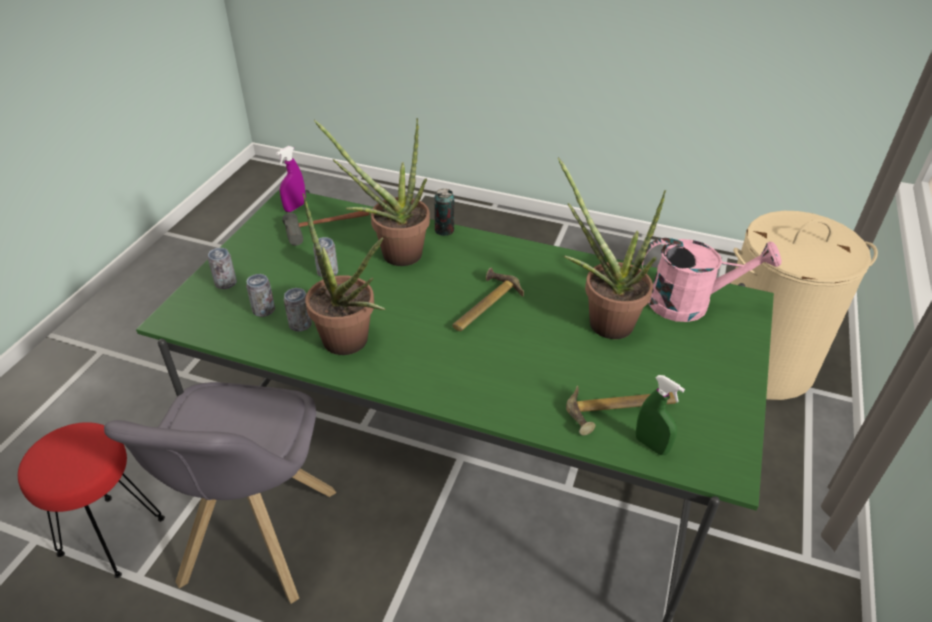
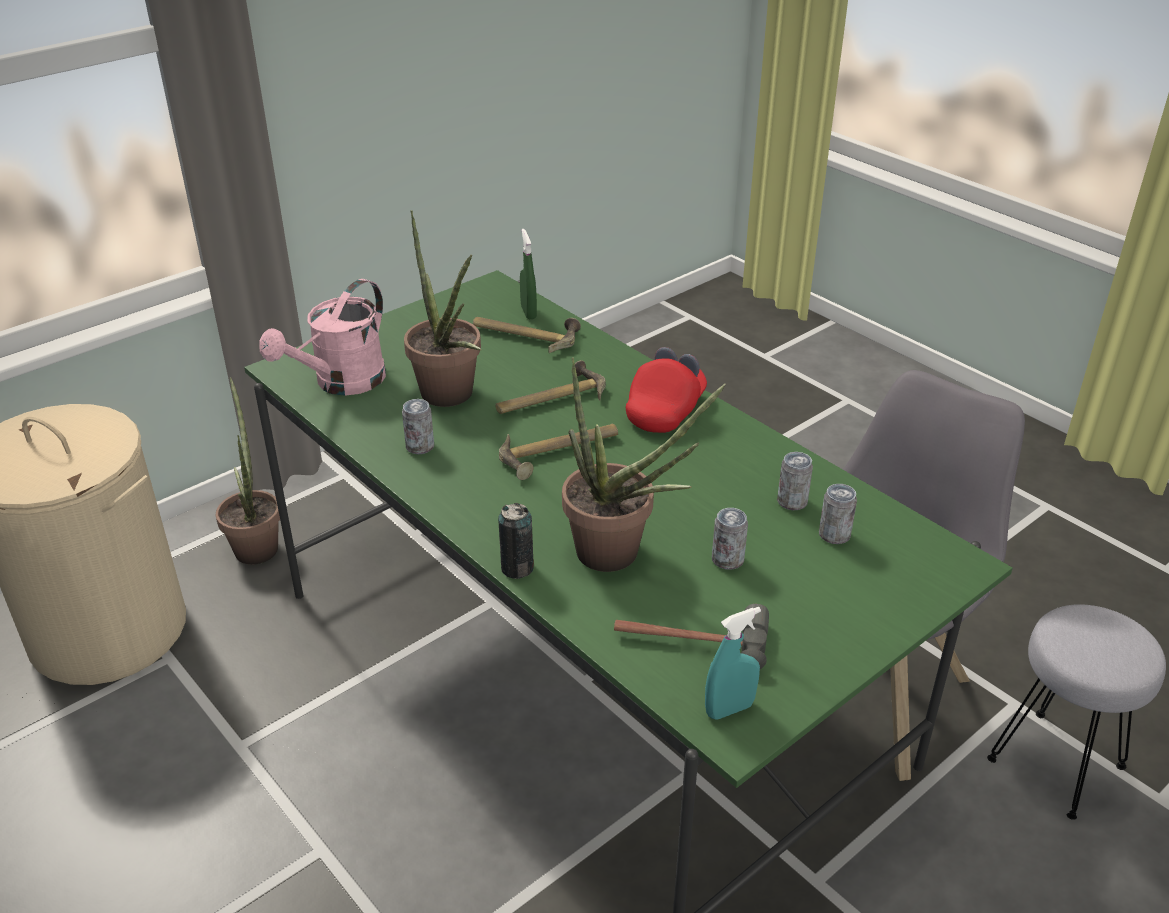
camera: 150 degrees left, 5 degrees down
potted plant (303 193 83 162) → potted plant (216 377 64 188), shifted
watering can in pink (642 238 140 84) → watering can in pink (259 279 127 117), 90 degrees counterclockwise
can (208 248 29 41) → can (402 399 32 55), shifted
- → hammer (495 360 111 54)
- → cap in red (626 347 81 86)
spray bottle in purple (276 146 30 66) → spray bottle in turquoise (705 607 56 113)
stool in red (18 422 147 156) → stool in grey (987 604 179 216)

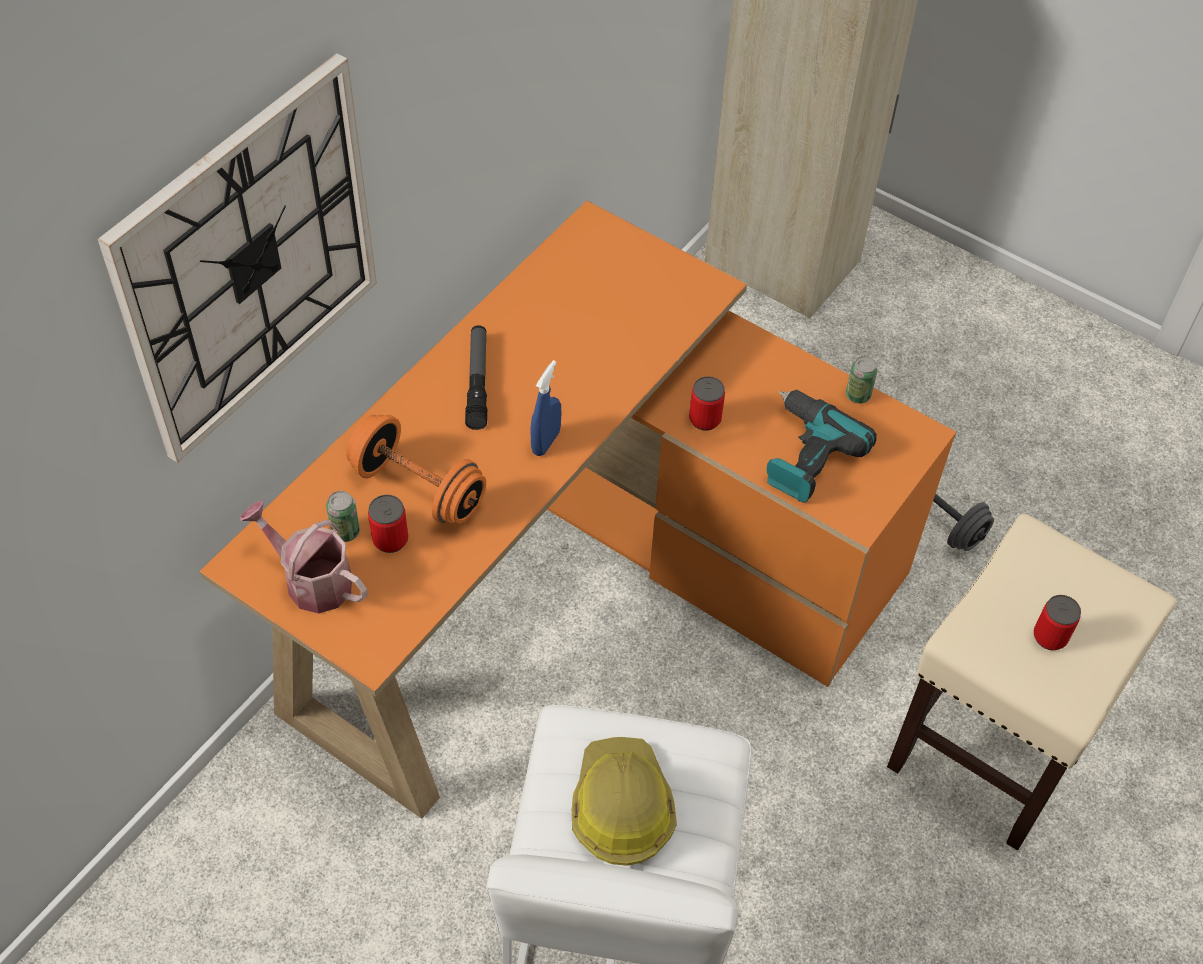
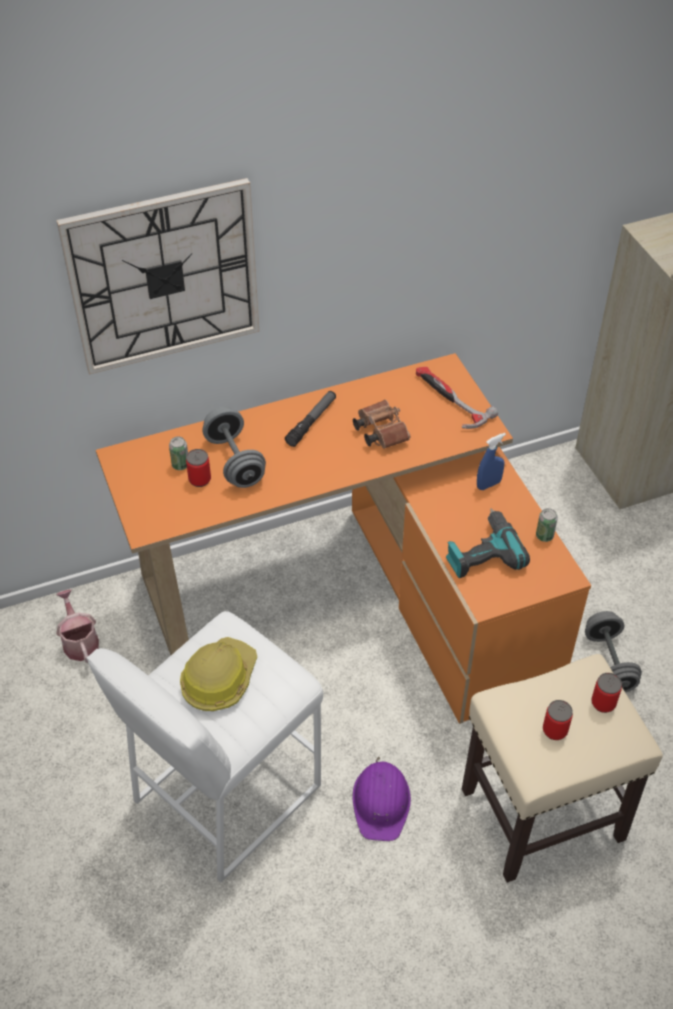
camera: 35 degrees right, 5 degrees down
watering can (240 501 128 113) → watering can (56 589 43 74), shifted
dumbbell in orange (346 415 140 109) → dumbbell in grey (203 407 63 81)
- → binoculars in brown (353 400 57 49)
- → hard hat in purple (353 757 58 84)
- → hammer (416 367 82 62)
spray bottle in blue (530 360 31 96) → spray bottle in blue (477 433 29 57), shifted
can (689 376 36 55) → can (591 673 31 40), shifted

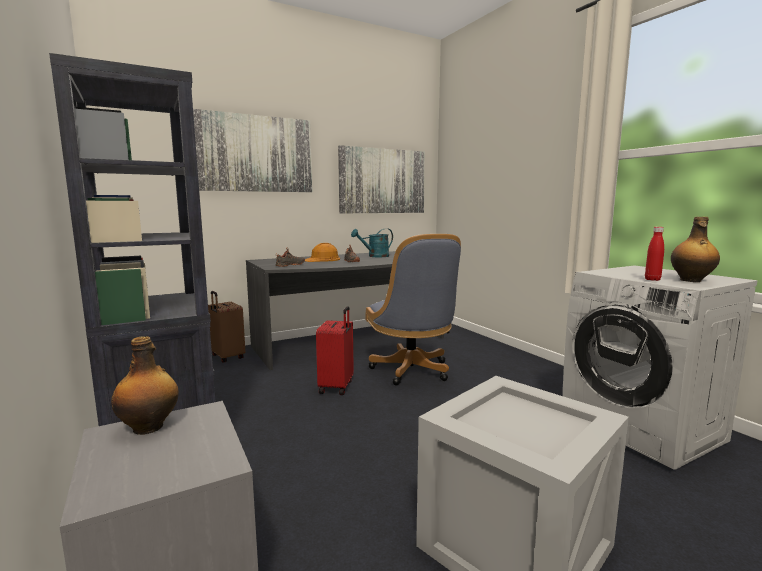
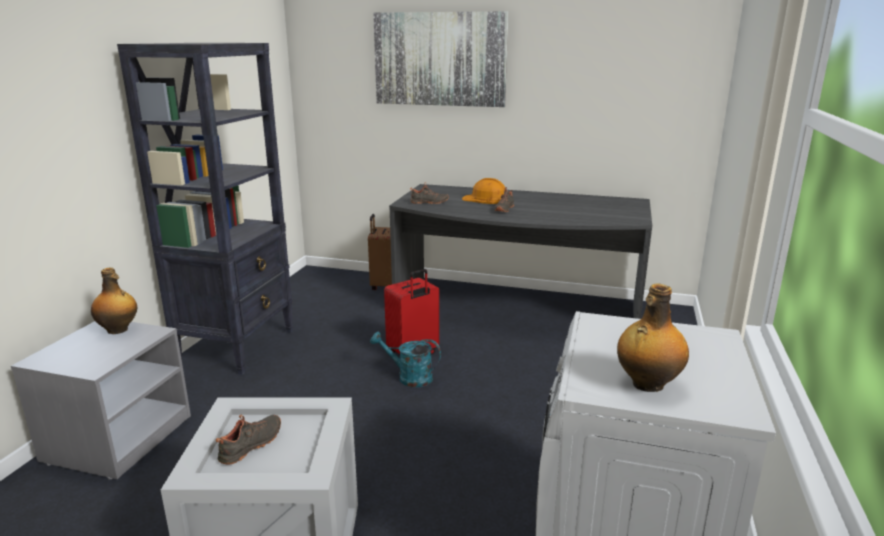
camera: 45 degrees right, 10 degrees up
- → shoe in black (216 415 65 50)
watering can in turquoise (351 228 42 29) → watering can in turquoise (370 332 71 55), shifted
picture (338 145 87 68) → -
office chair in blue (366 234 95 151) → -
bottle in red (645 227 19 54) → -

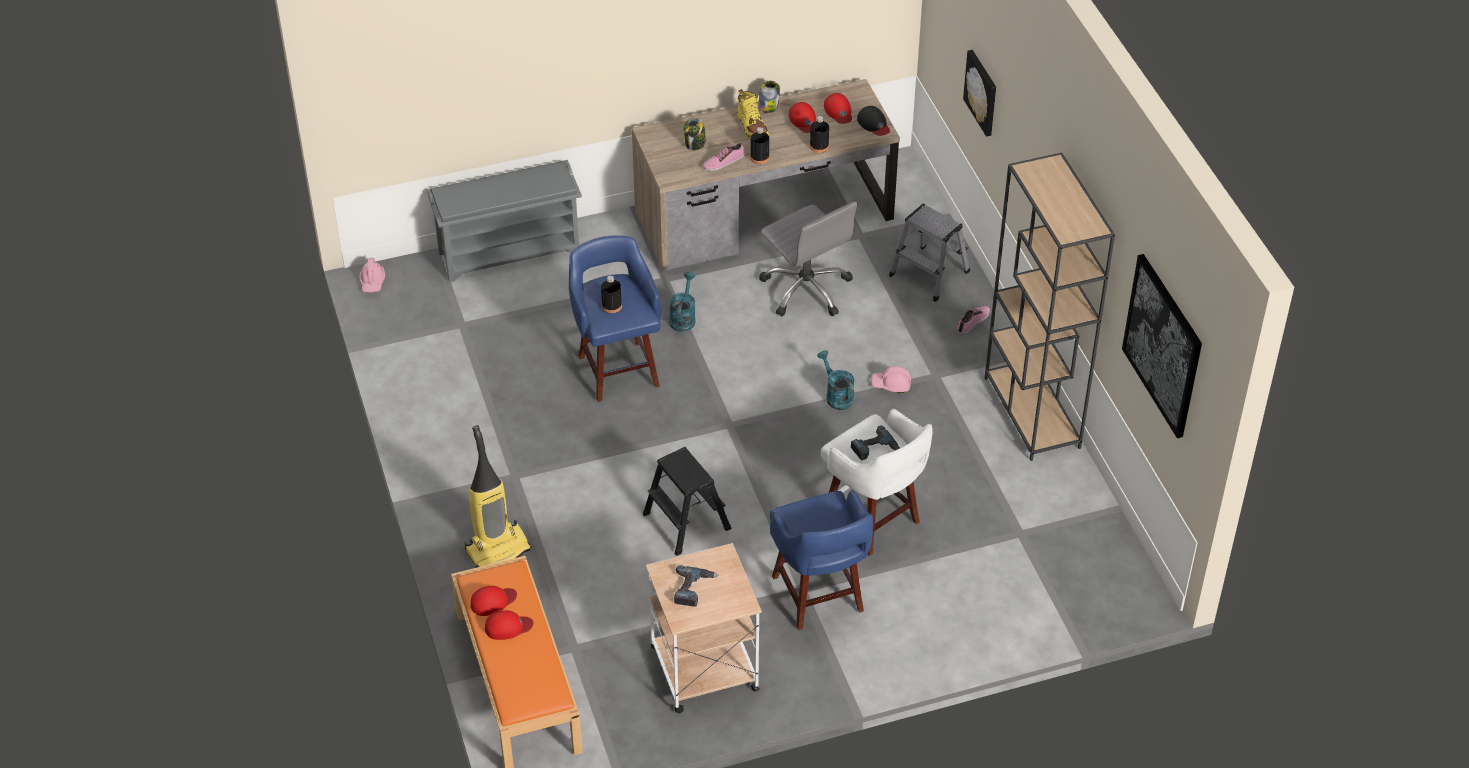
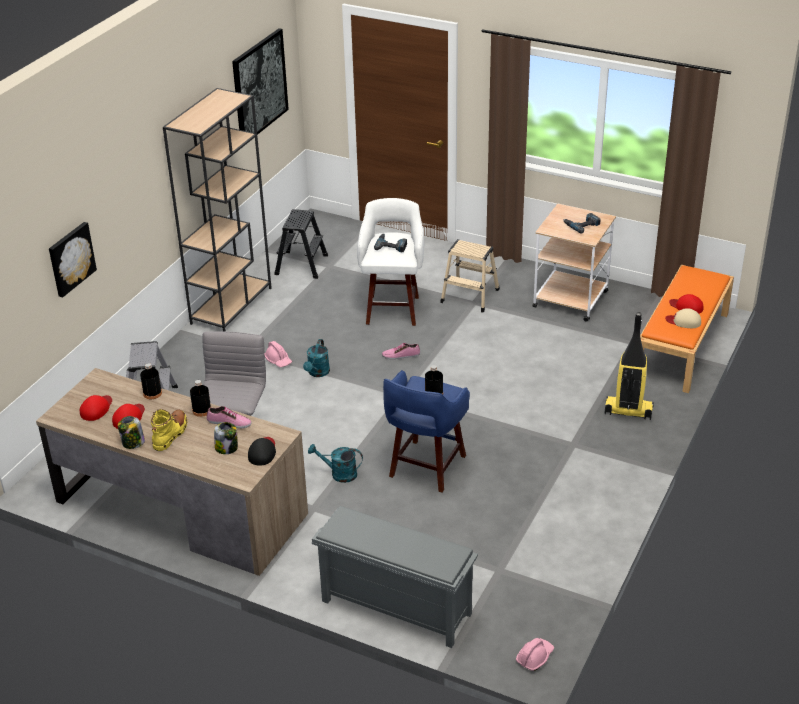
camera: 135 degrees left, 10 degrees down
cap in black (857 106 33 30) → cap in black (248 437 28 29), shifted
step ladder in black (643 447 89 109) → step ladder in black (274 209 54 70), shifted
watering can in turquoise (669 272 27 60) → watering can in turquoise (308 444 55 39), 45 degrees clockwise
shoe (957 306 33 28) → shoe (382 343 38 16), shifted
stool in blue (770 490 103 140) → step ladder in beige (440 239 60 74)
cap in red (470 586 47 30) → cap in beige (665 308 36 20)

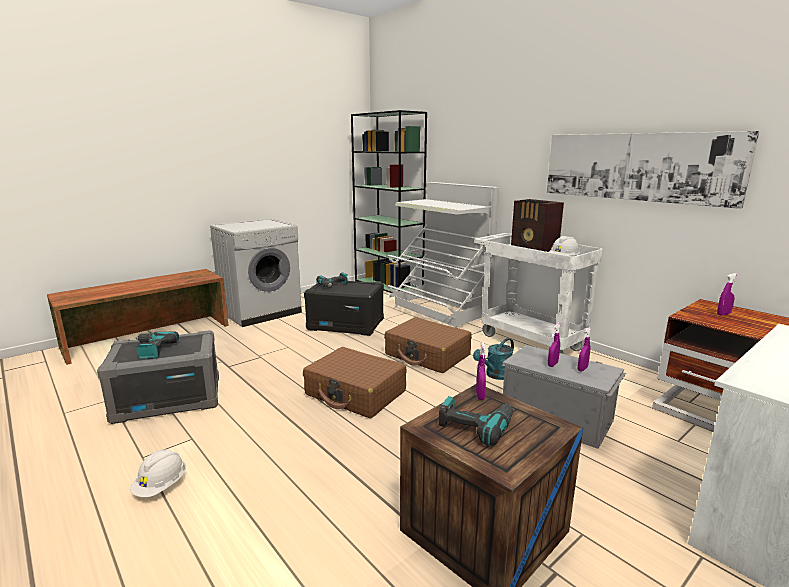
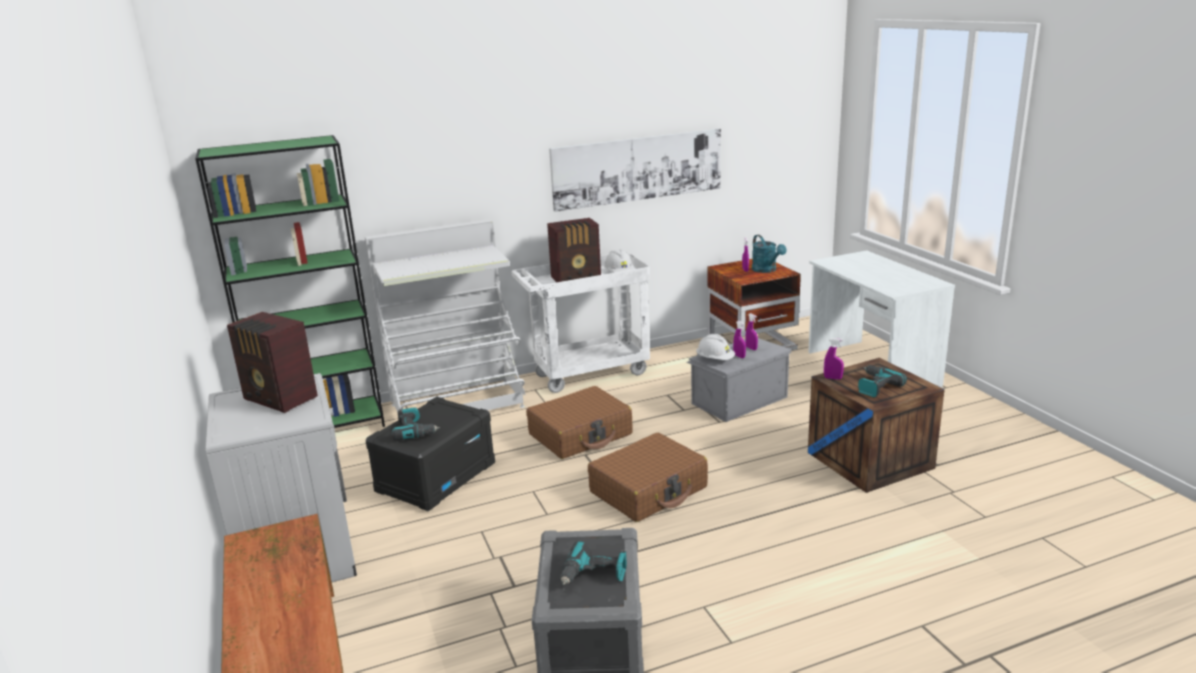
camera: 70 degrees left, 5 degrees up
- → radio (227 312 91 101)
hard hat in white (130 449 56 48) → hard hat in white (696 334 39 26), shifted
watering can in turquoise (473 338 41 42) → watering can in turquoise (752 235 35 38), shifted

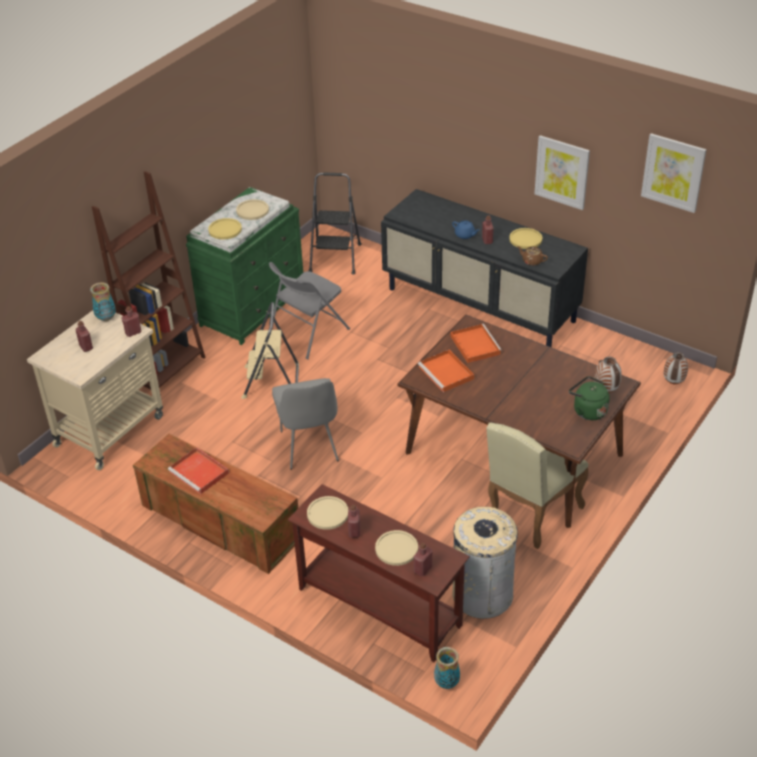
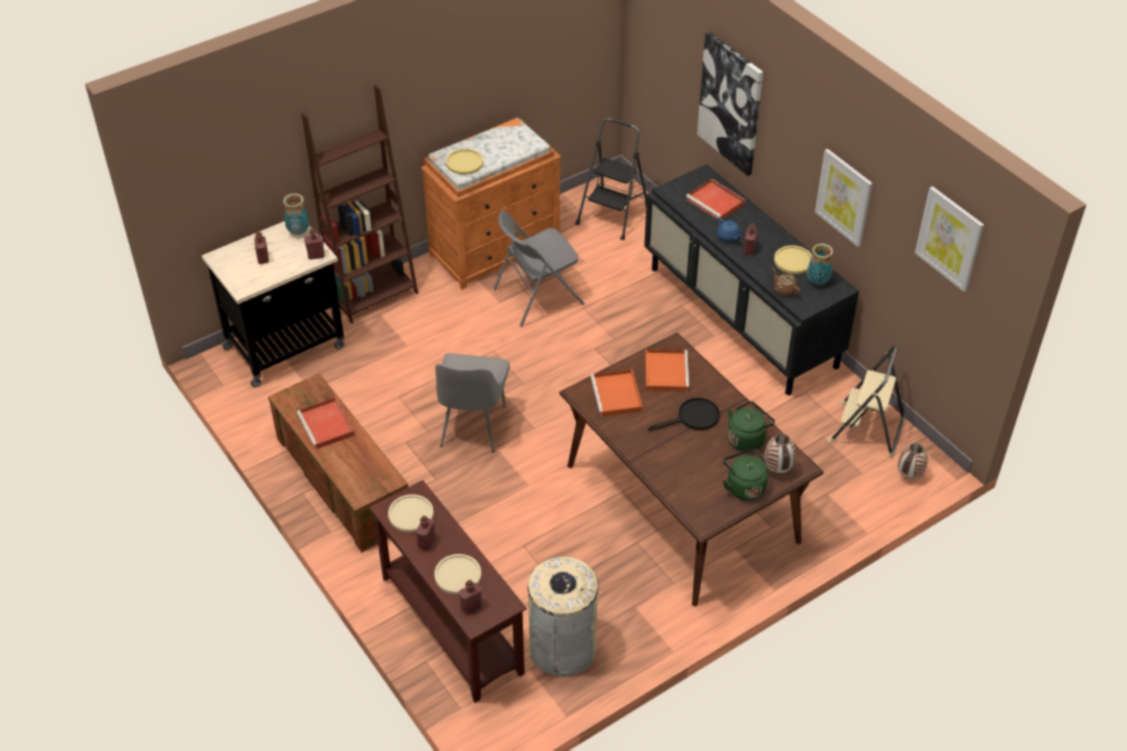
camera: 20 degrees right, 5 degrees up
cart in beige (27 310 136 161) → cart in black (202 221 142 167)
dresser in green (186 187 117 158) → dresser in orange (422 117 138 173)
- → frying pan in black (648 398 72 33)
- → tray in red (686 178 60 41)
- → picture (697 31 66 145)
- → kettle in green (727 401 48 50)
vase (434 647 26 42) → vase (807 244 26 41), shifted
step ladder in beige (241 302 58 97) → step ladder in beige (828 345 77 113), shifted
plate in beige (236 199 33 21) → -
chair in beige (486 422 103 127) → -

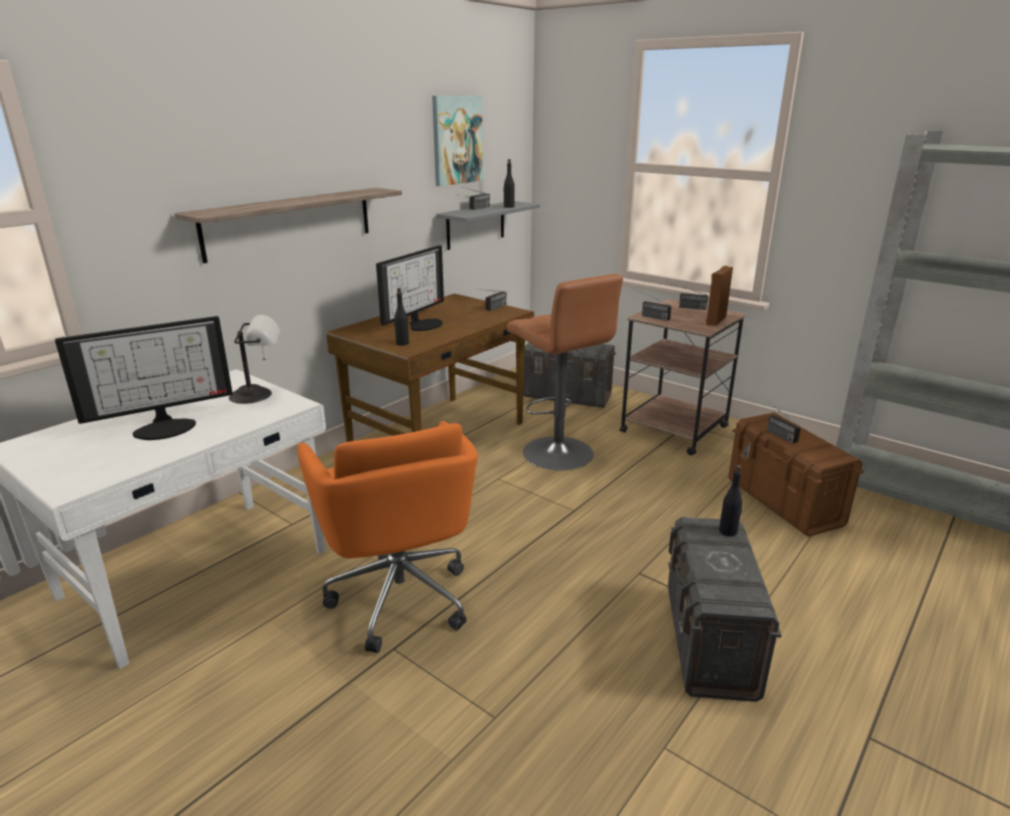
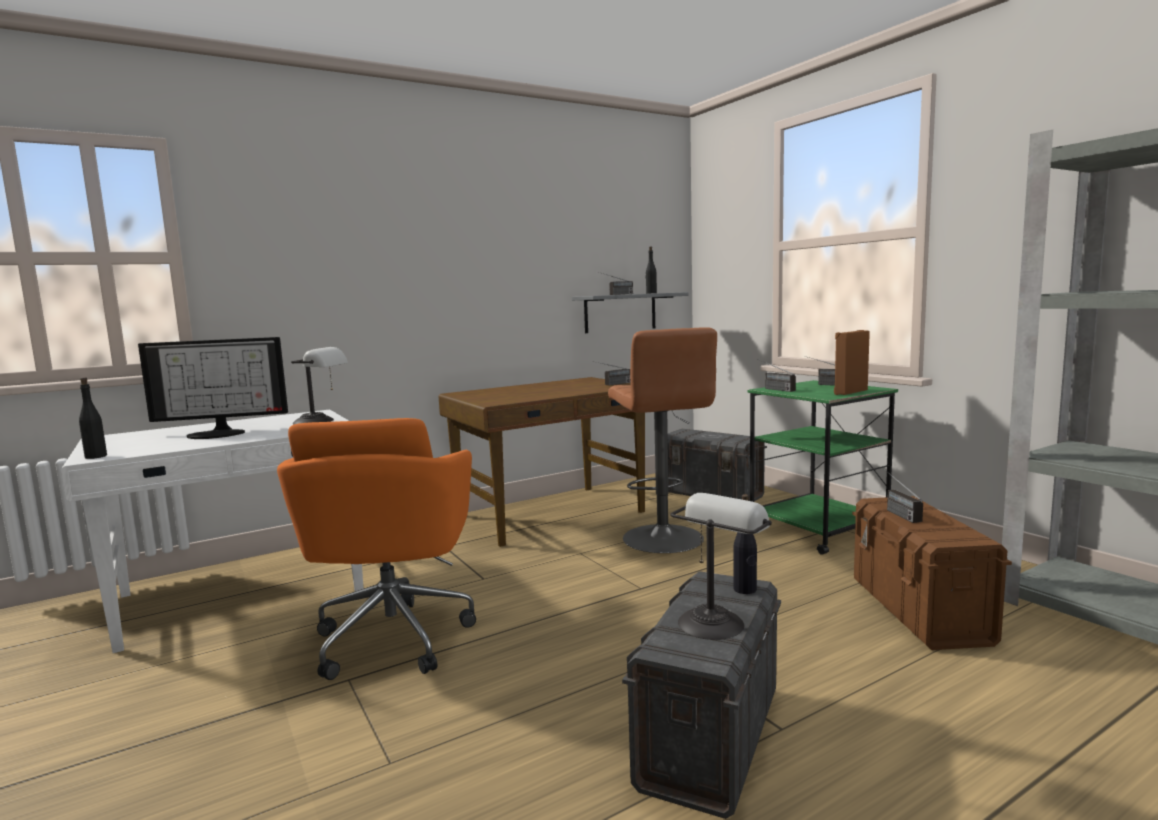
camera: 20 degrees right, 15 degrees down
bottle in black (394 288 15 58) → bottle in black (79 377 28 82), shifted
- → table lamp (670 493 102 147)
cart in brown (620 299 127 156) → cart in green (747 380 151 175)
shelf (174 188 228 75) → -
monitor (376 245 68 86) → -
picture (432 96 51 90) → -

